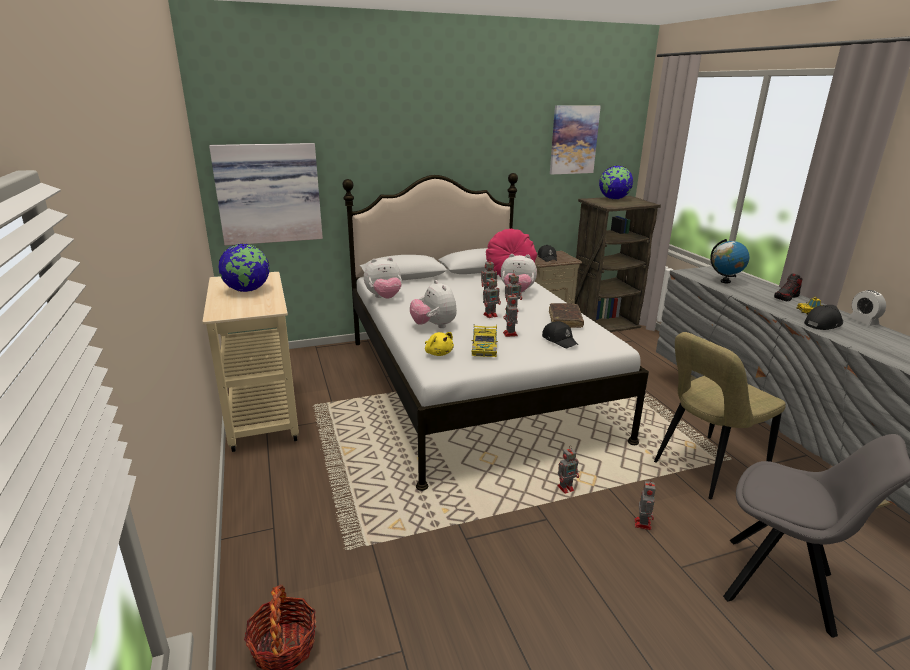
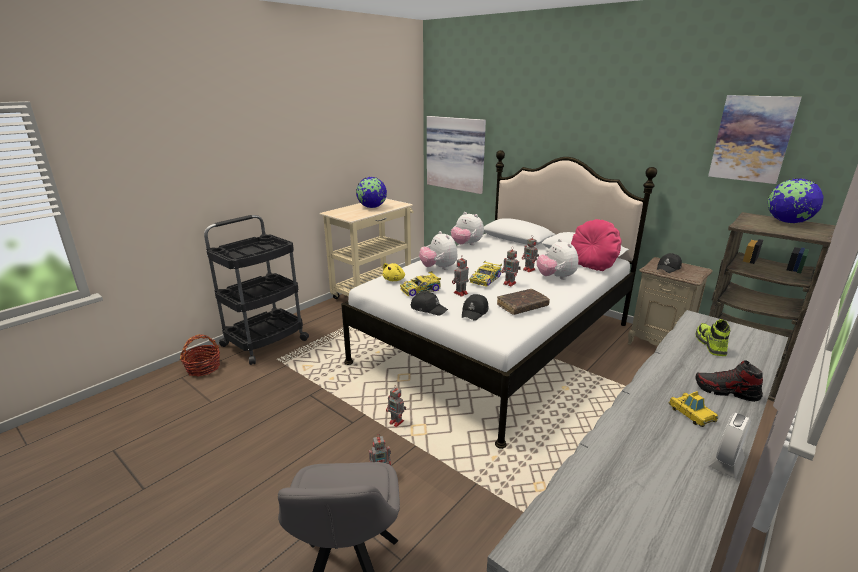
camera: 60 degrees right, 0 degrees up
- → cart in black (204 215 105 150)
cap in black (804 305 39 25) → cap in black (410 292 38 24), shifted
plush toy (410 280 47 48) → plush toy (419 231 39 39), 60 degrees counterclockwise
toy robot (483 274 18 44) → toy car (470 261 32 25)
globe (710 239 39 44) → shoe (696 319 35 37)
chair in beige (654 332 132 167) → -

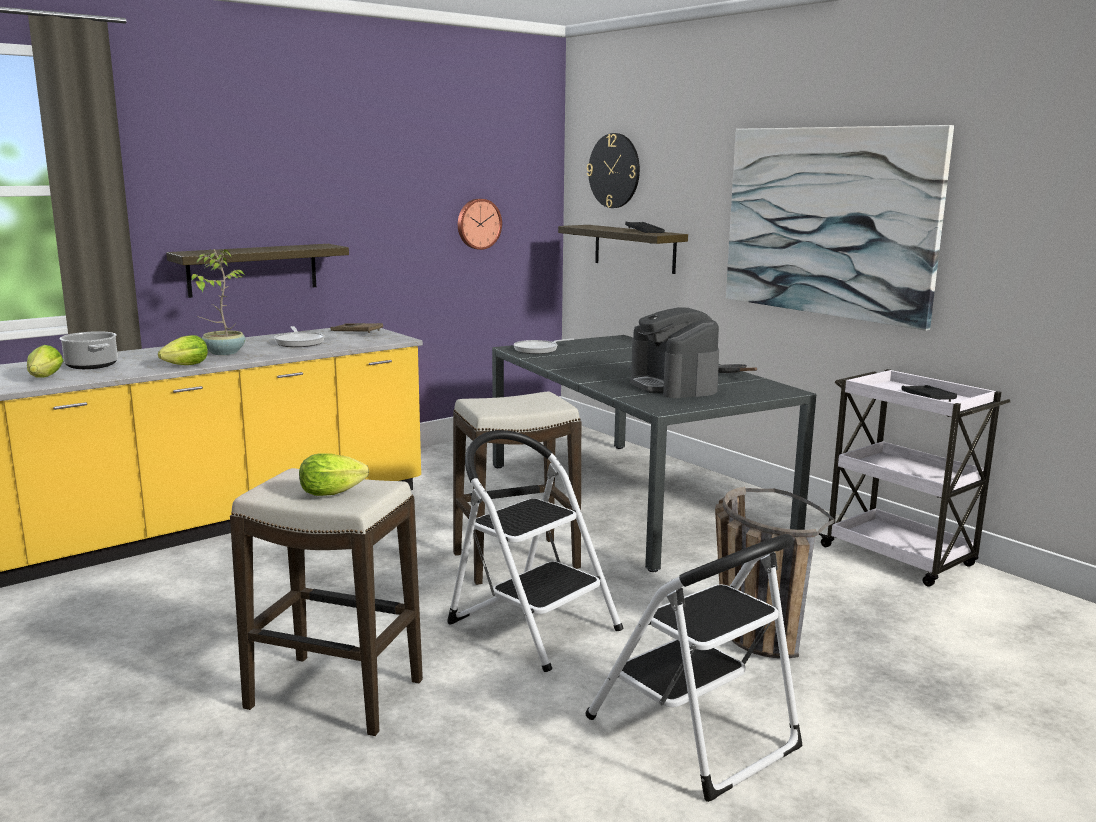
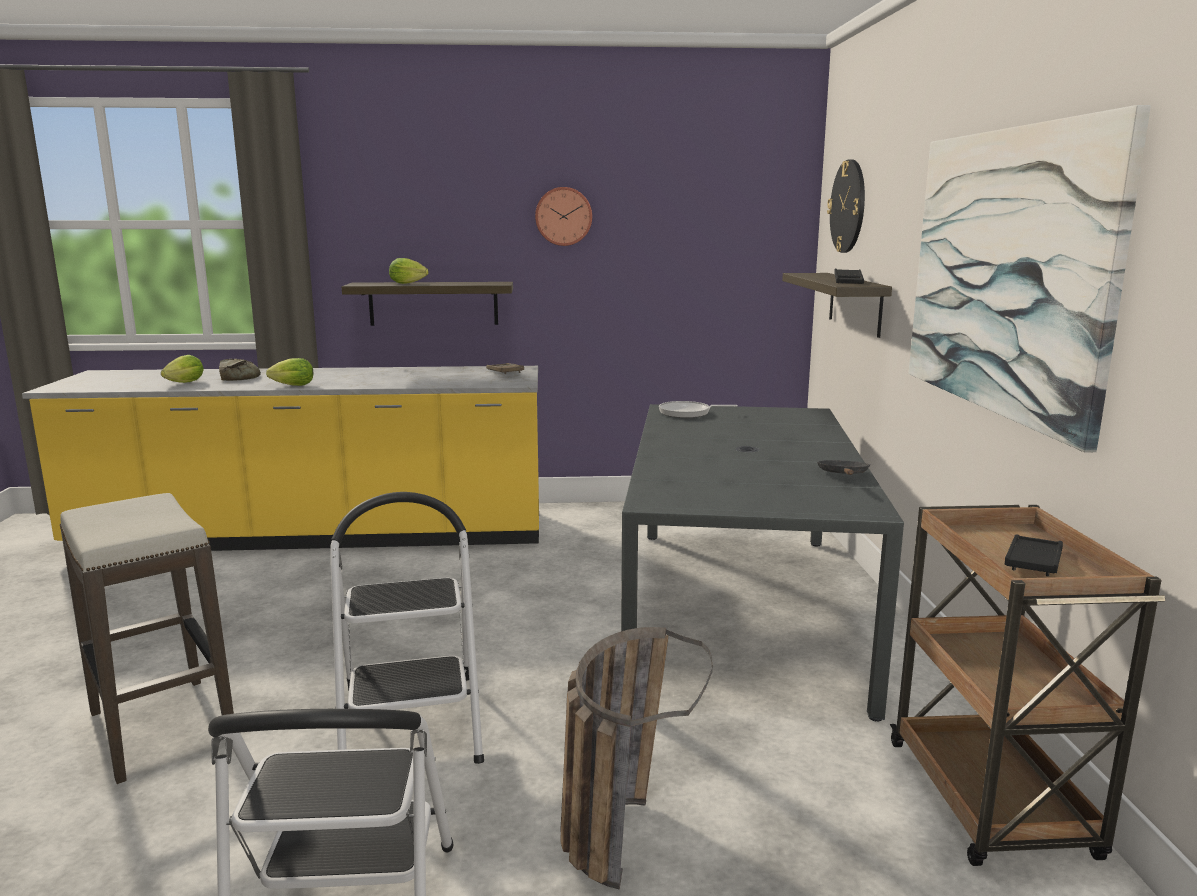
camera: 35 degrees right, 0 degrees up
cooking pot (60 331 58 38) → bread (219 359 42 22)
lettuce (299 453 70 43) → lettuce (389 258 40 26), shifted
wall clock (458 199 44 51) → wall clock (535 187 57 59), shifted
cart in white (818 369 192 218) → cart in brown (890 505 276 361)
potted plant (191 249 54 106) → -
frying pan (274 326 51 21) → -
stool (453 392 128 193) → -
coffee machine (630 307 89 91) → -

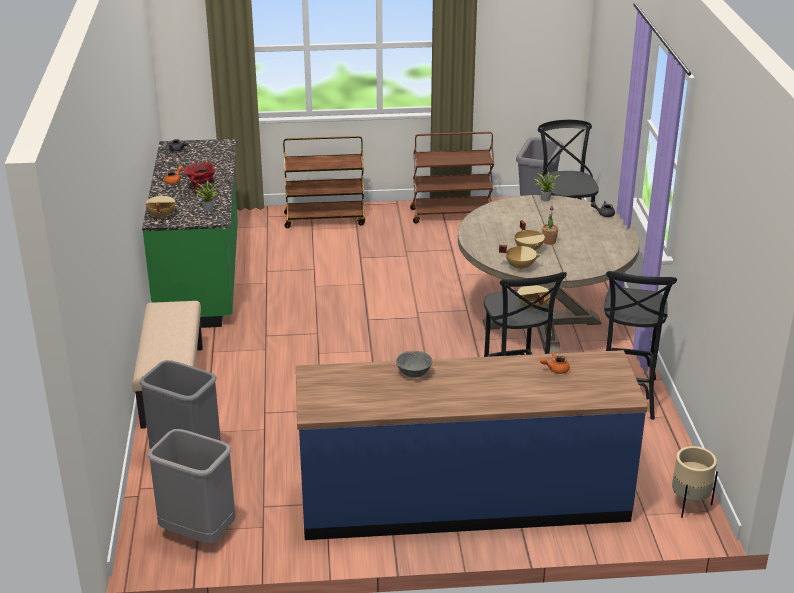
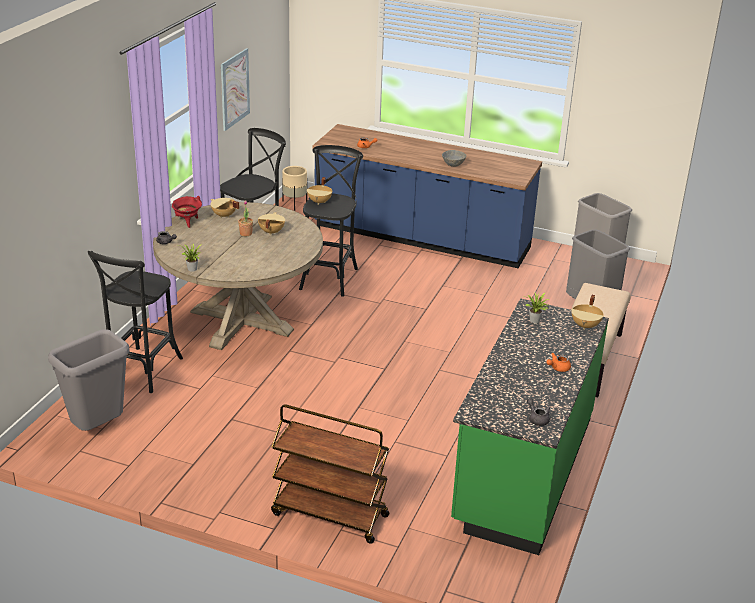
camera: 155 degrees left, 0 degrees up
cooking pot in red (184 162 32 33) → cooking pot in red (172 196 30 32), shifted
cooking pot in beige (499 245 42 26) → cooking pot in beige (210 198 30 20), shifted
- → picture (221 48 29 83)
cart in brown (410 132 84 91) → -

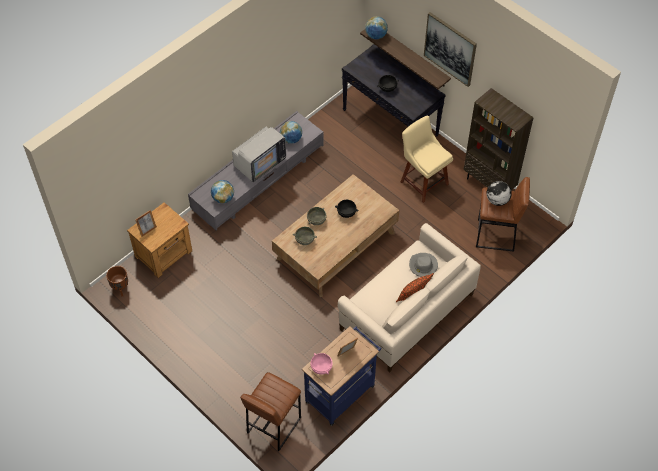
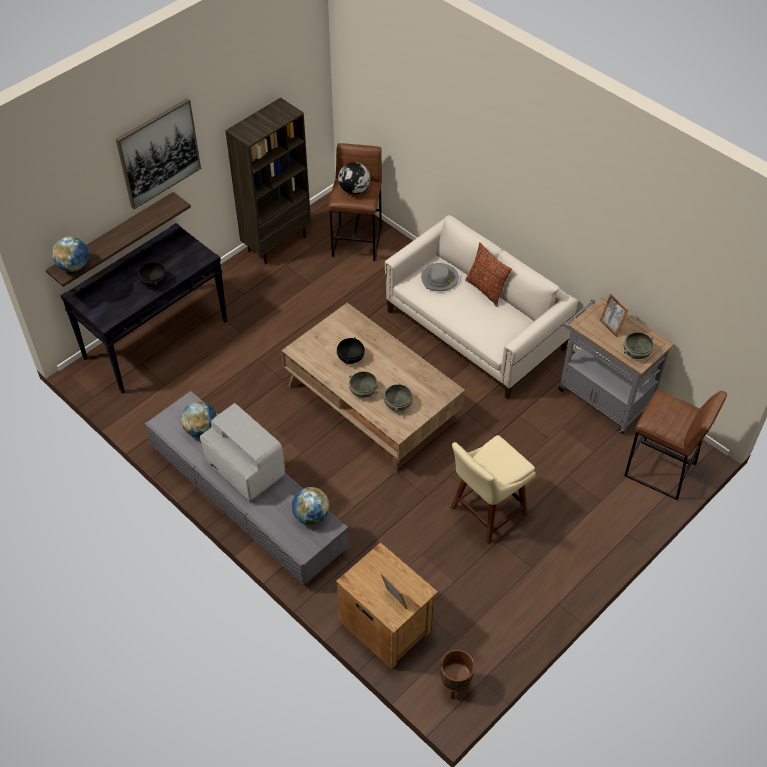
camera: 90 degrees left, 5 degrees down
stool in beige (401 116 52 87) → stool in beige (451 435 85 109), shifted
cart in blue (302 326 80 100) → cart in grey (558 297 116 137)
bowl in pink (310 353 23 22) → bowl in grey (624 332 30 27)

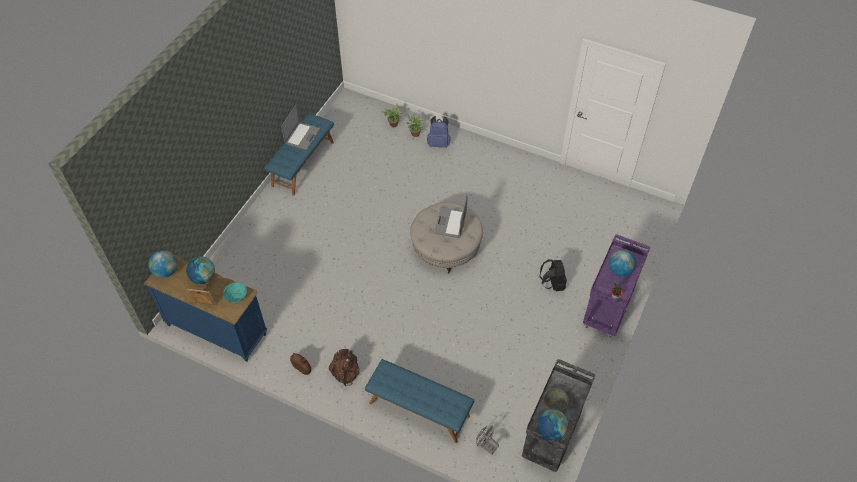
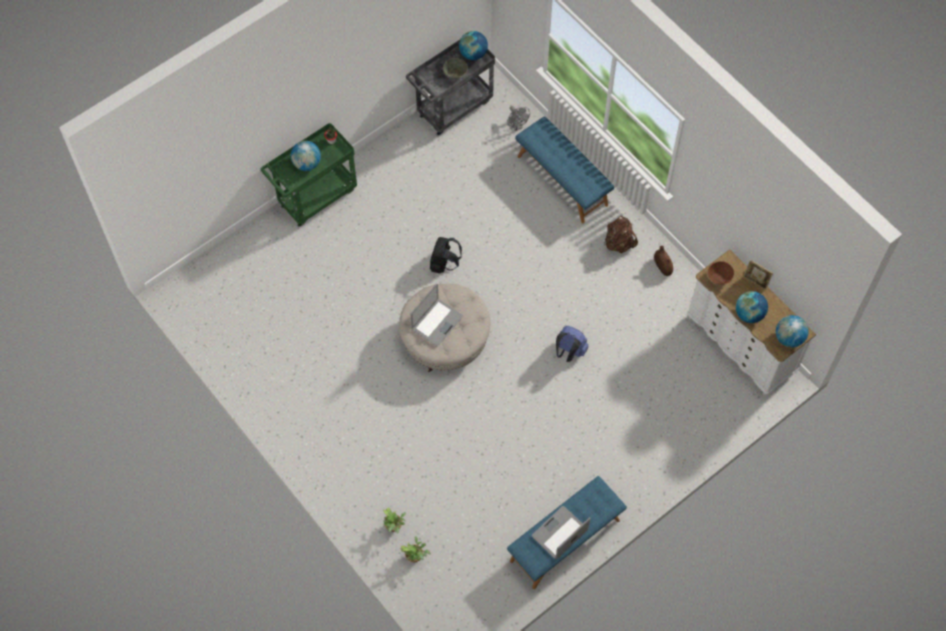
camera: 155 degrees left, 10 degrees up
cart in purple (583 234 67 103) → cart in green (261 123 96 104)
backpack in black (540 259 27 32) → backpack in black (430 237 32 37), shifted
backpack in blue (427 116 23 32) → backpack in blue (556 326 32 36), shifted
dresser in blue (144 254 123 108) → dresser in white (687 249 129 147)
bowl in turquoise (223 283 24 20) → bowl in brown (708 261 26 24)

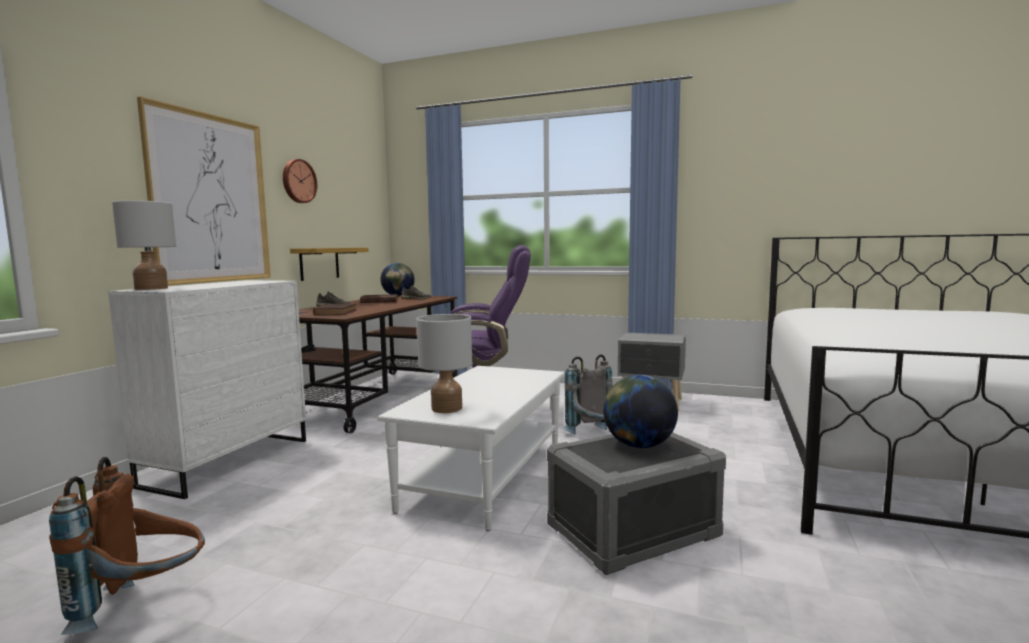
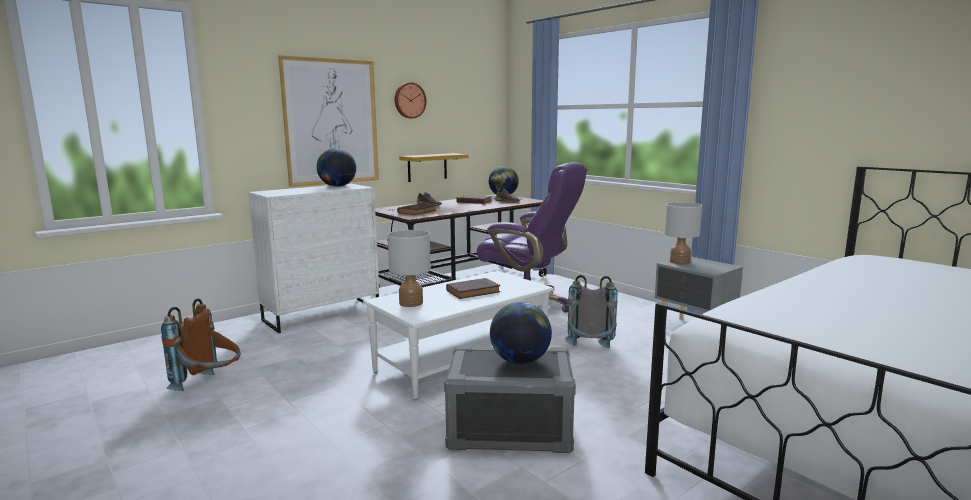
camera: 30 degrees right, 5 degrees up
- → globe (317 148 39 39)
- → book in brown (446 278 54 21)
table lamp in grey (112 200 64 90) → table lamp in grey (664 202 38 62), shifted

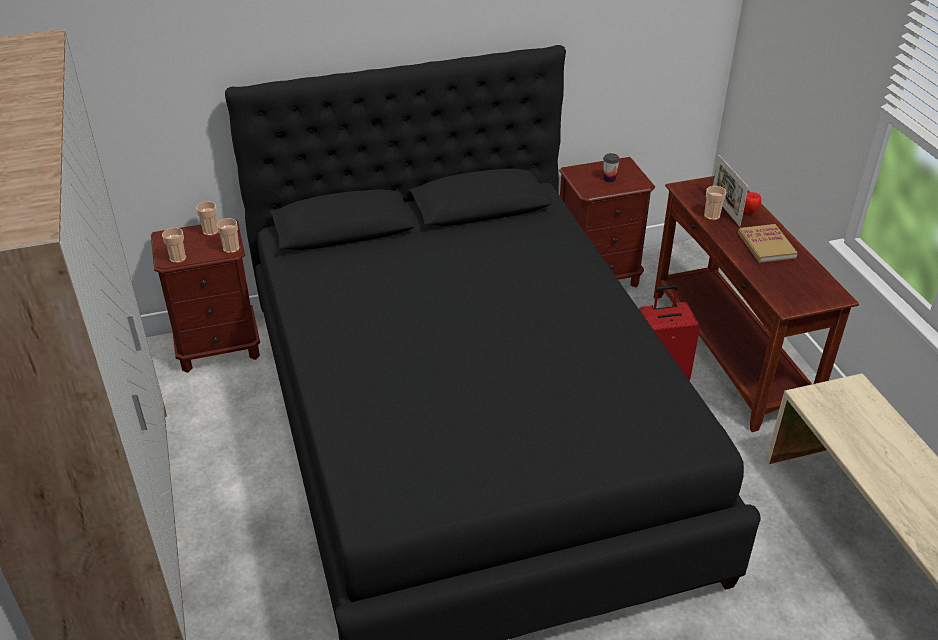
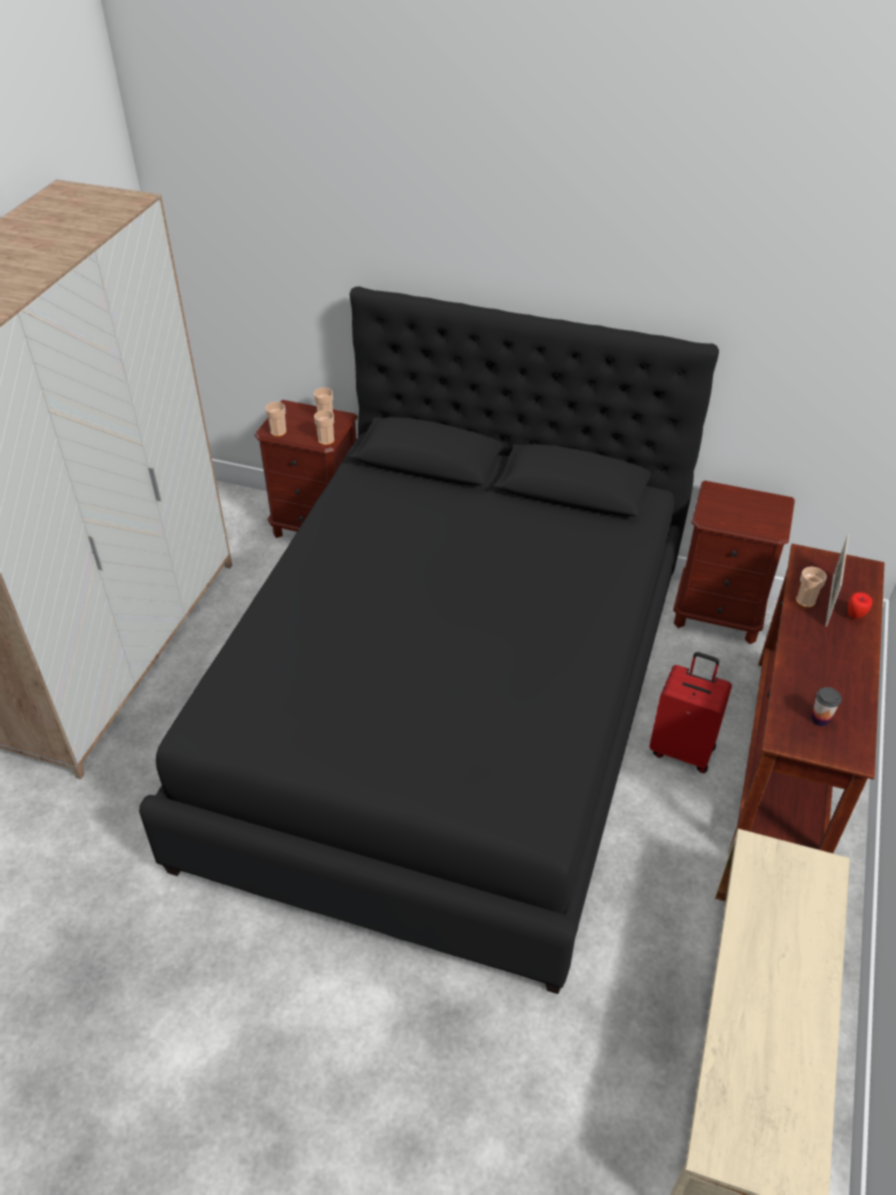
camera: 35 degrees right, 5 degrees up
cup (603 153 17 30) → cup (811 687 31 40), shifted
book (738 224 59 39) → -

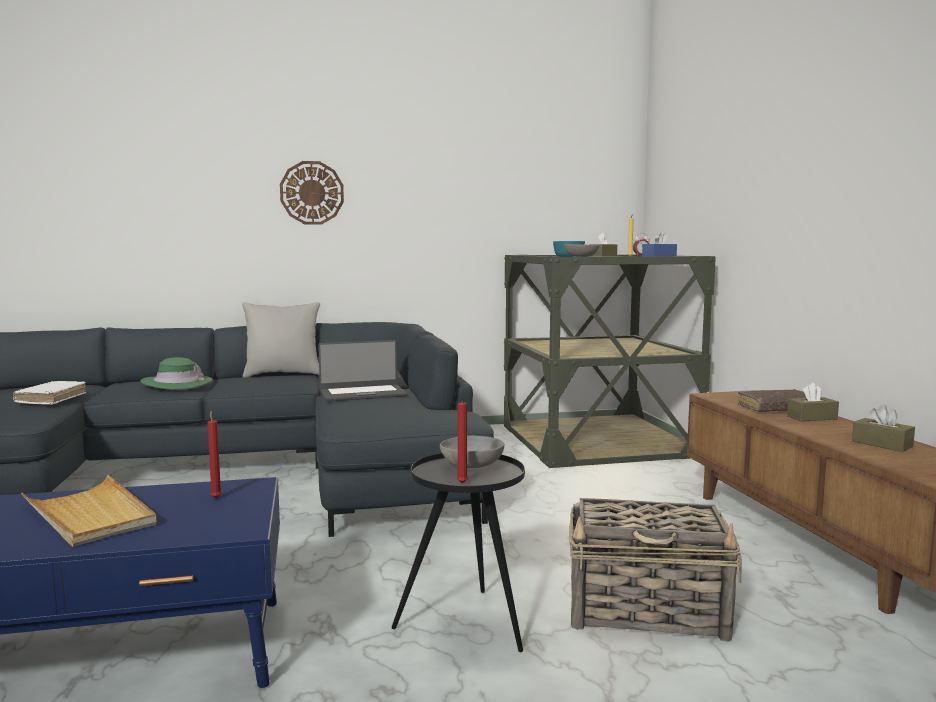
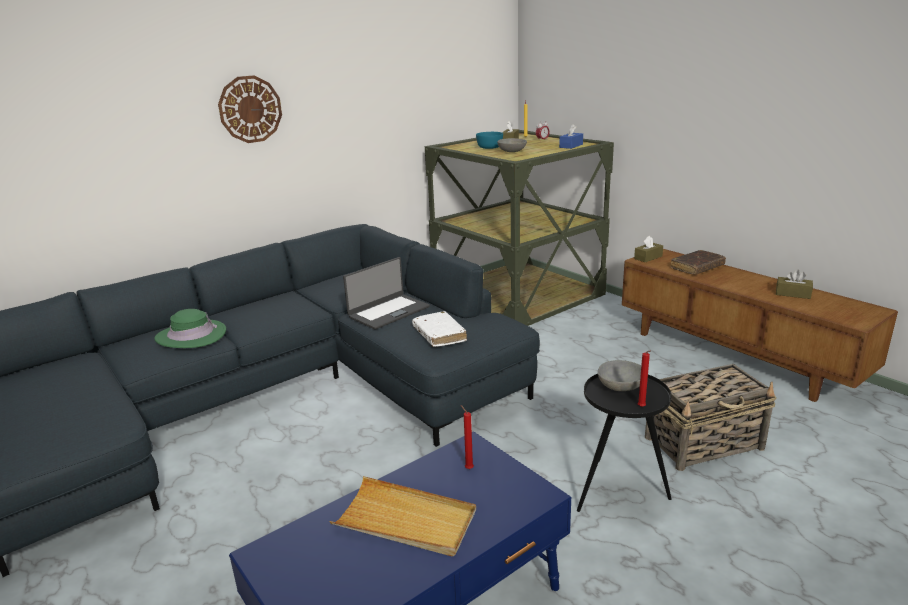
camera: 25 degrees left, 15 degrees up
book in white (13 381 73 24) → book in white (412 311 55 36), shifted
tissue box in brown (787 383 52 38) → tissue box in brown (634 236 29 26), shifted
pillow in grey (242 302 78 76) → -

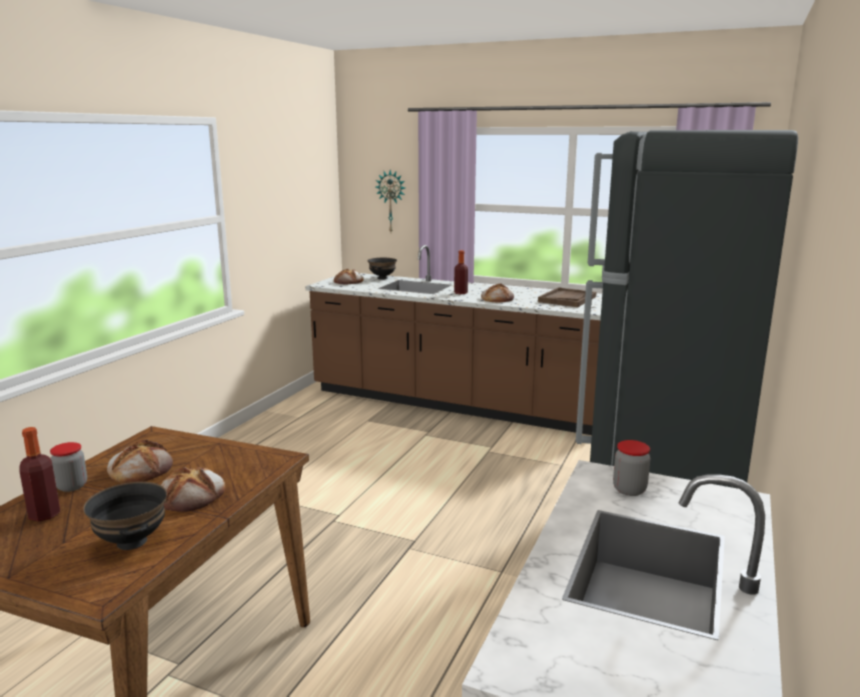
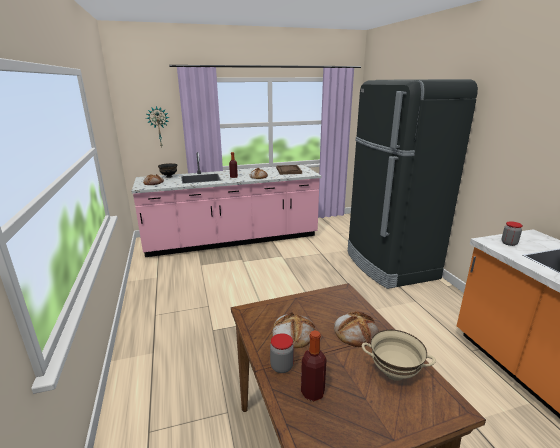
camera: 40 degrees left, 5 degrees up
counter in brown (305 245 297 190) → counter in pink (132 152 190 105)
bowl in black (83 482 84 68) → bowl in beige (362 330 74 51)

